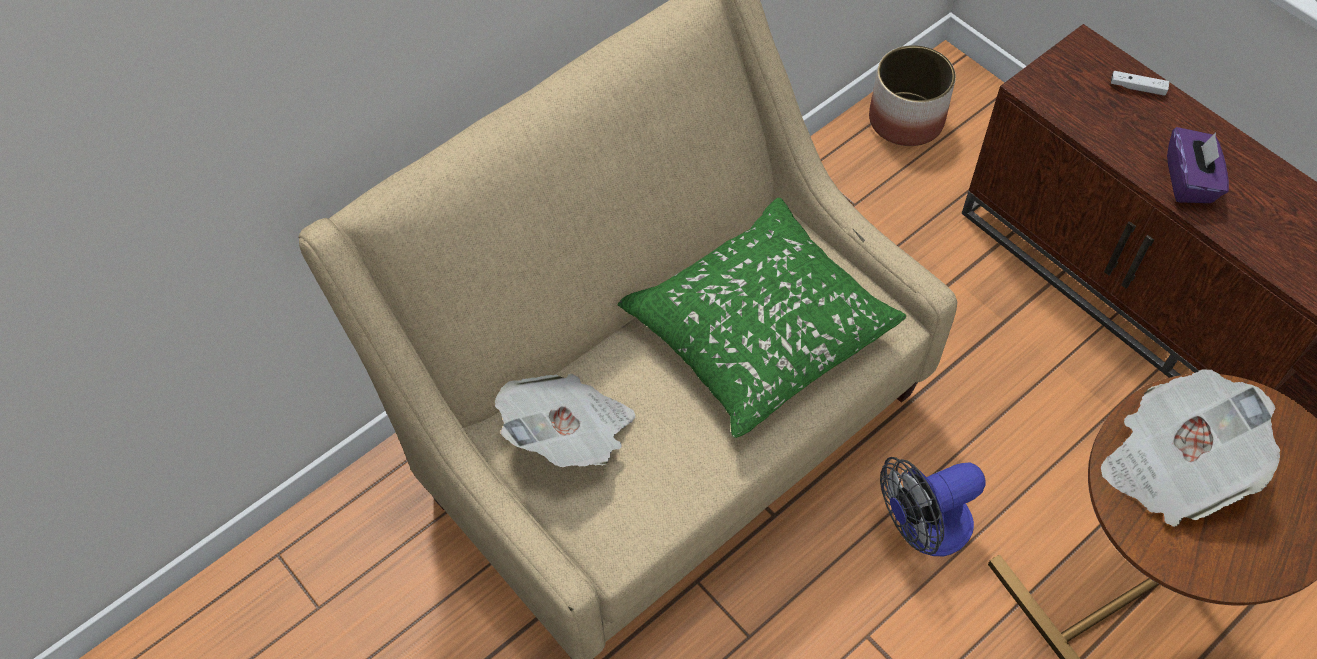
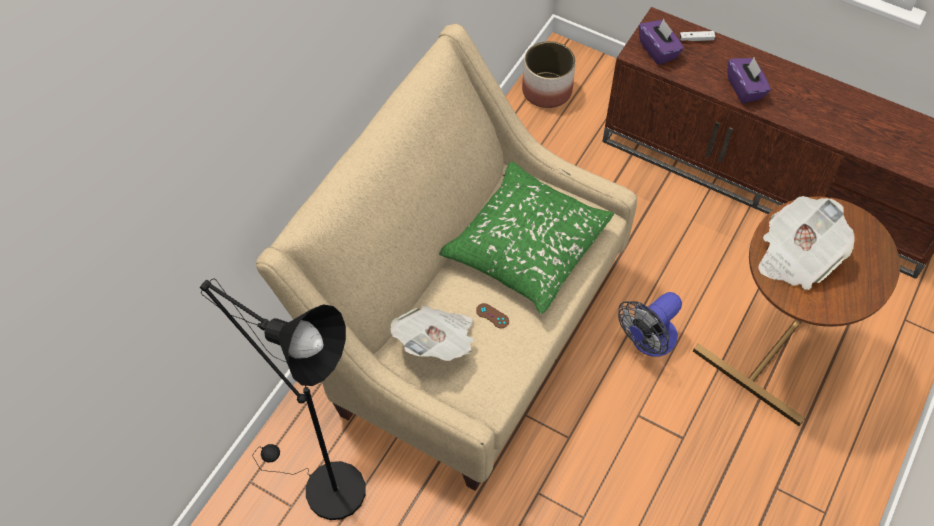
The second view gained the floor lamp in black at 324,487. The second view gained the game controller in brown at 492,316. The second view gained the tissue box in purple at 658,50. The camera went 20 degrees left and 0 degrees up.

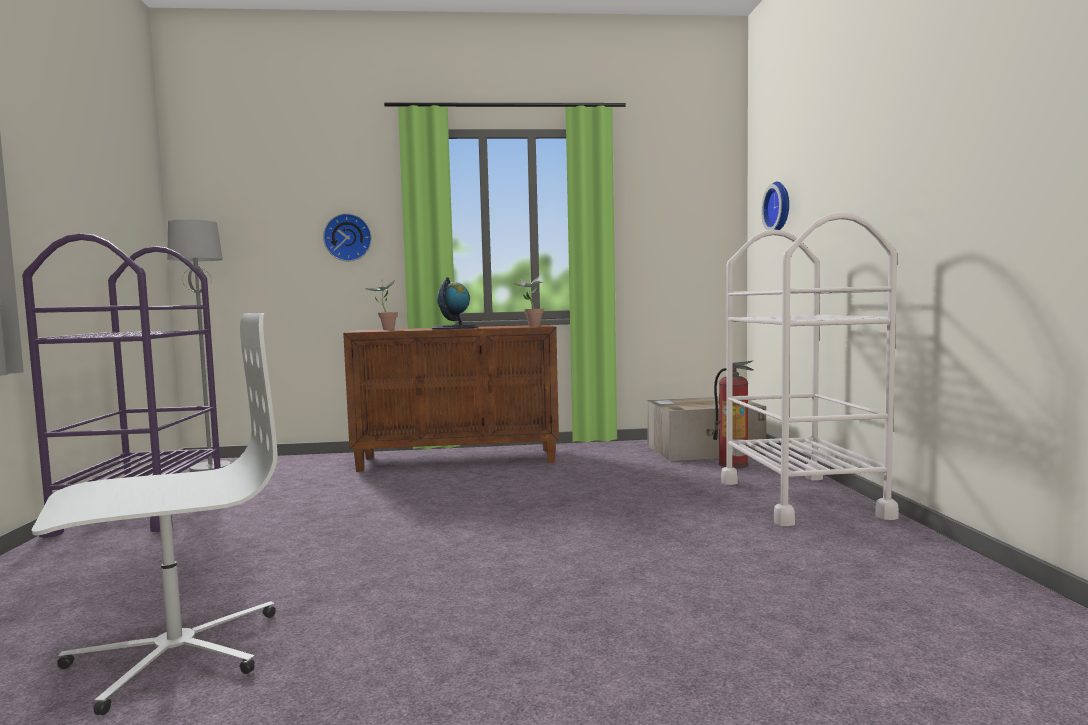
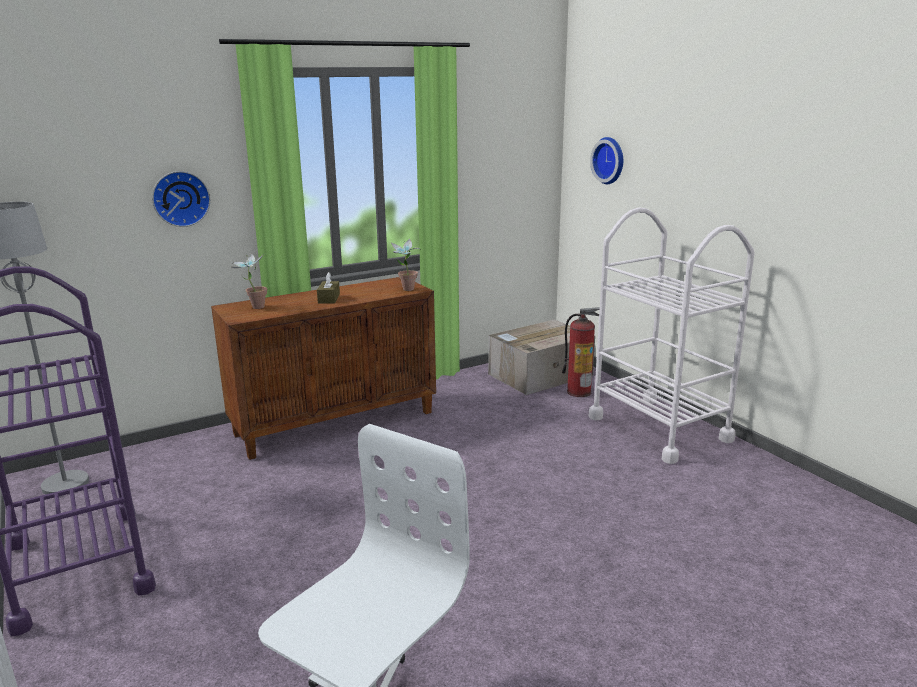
Where the globe stood at 454,328, the tissue box in brown came to stand at 329,298. The camera went 25 degrees left and 15 degrees up.

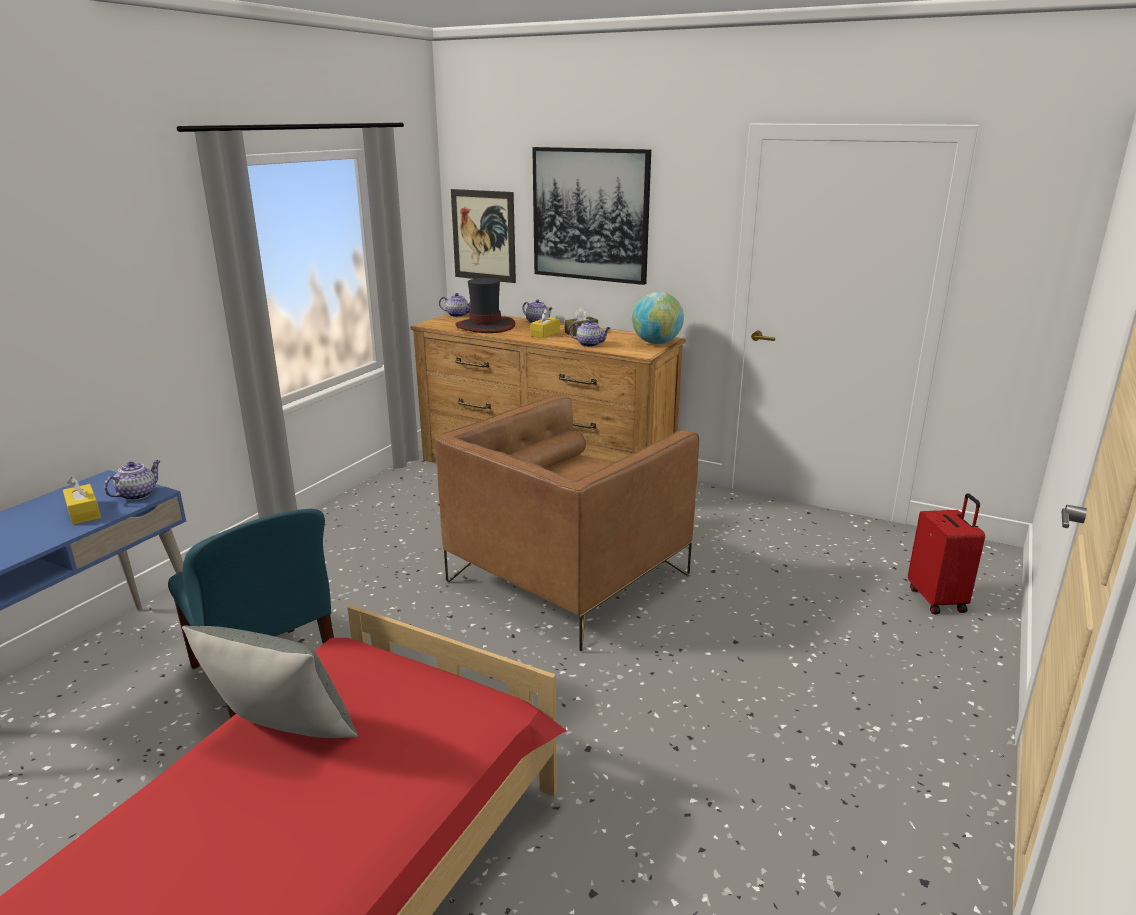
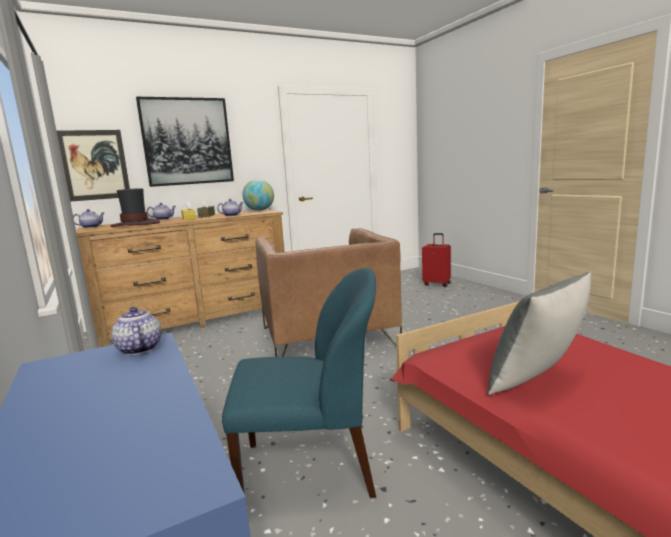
The second view lost the tissue box in yellow at 84,512. The camera went 55 degrees left and 10 degrees down.

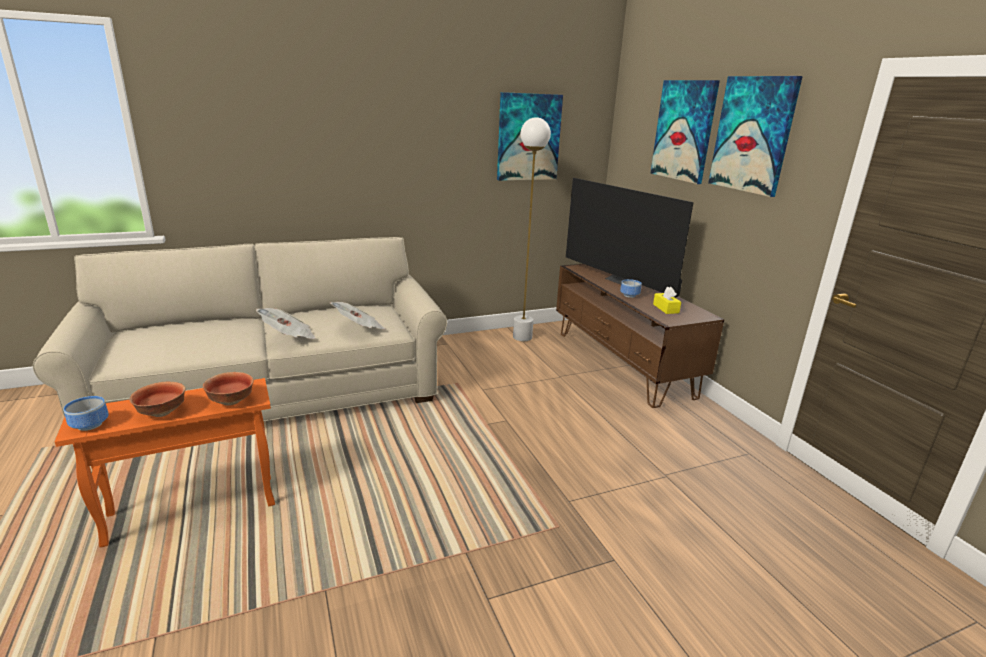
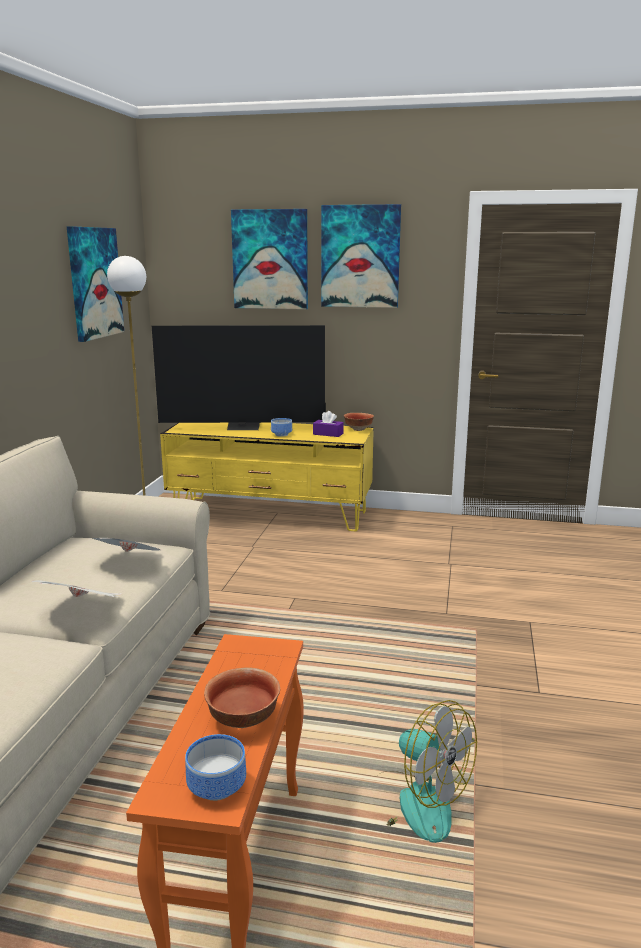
The bowl ended up elsewhere, having gone from 232,401 to 358,429. What was the tv stand in brown at 622,363 turned into the tv stand in yellow at 271,514. What was the tissue box in yellow at 665,308 turned into the tissue box in purple at 328,434. The second view gained the fan at 412,804. The camera went 55 degrees left and 5 degrees down.

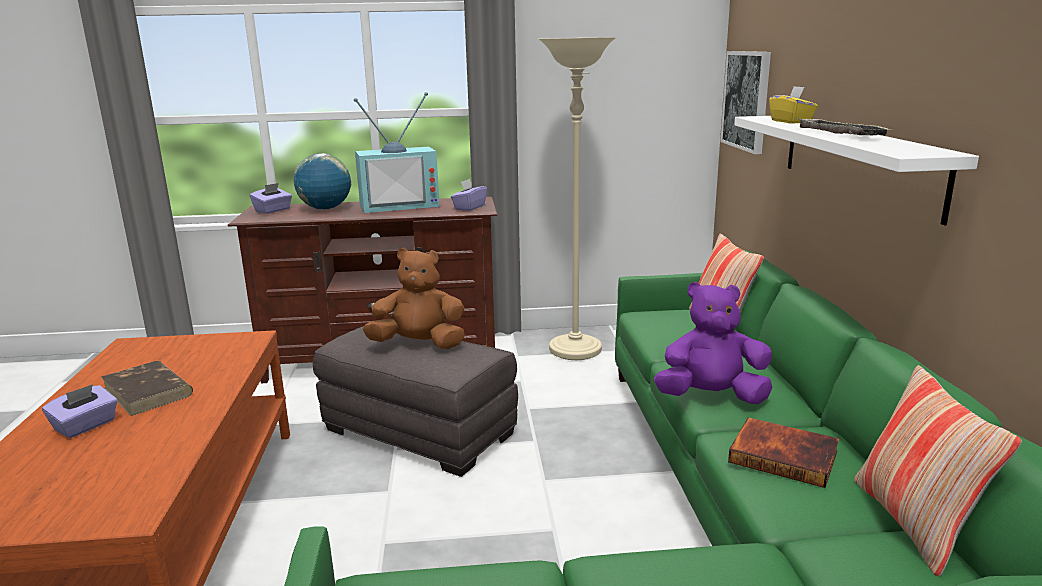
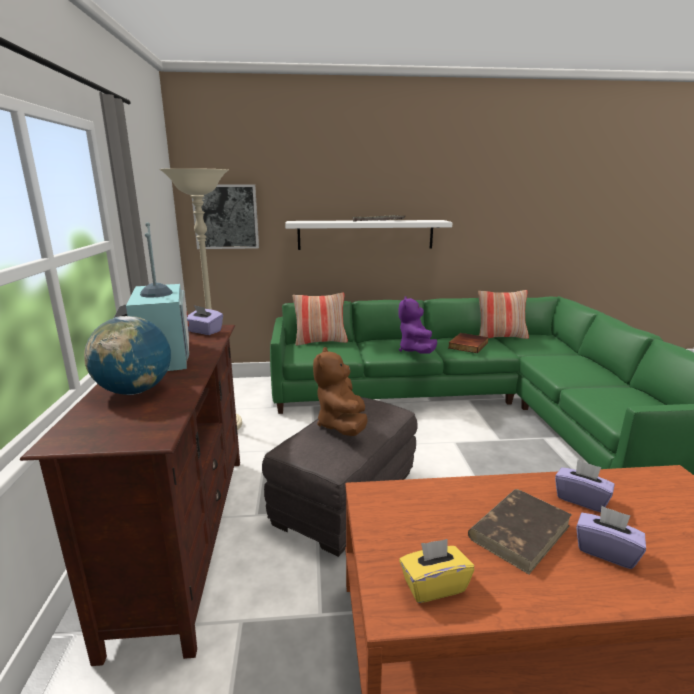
The tissue box in purple ended up elsewhere, having gone from 273,210 to 581,499. The tissue box in yellow ended up elsewhere, having gone from 791,121 to 433,585. The camera went 90 degrees left and 0 degrees up.

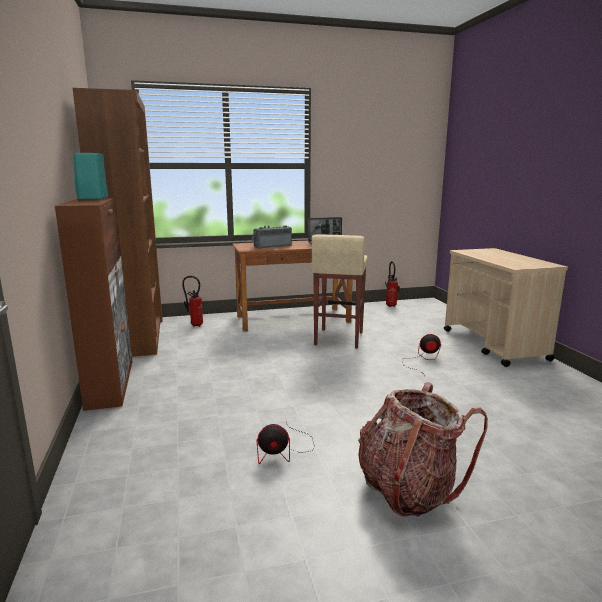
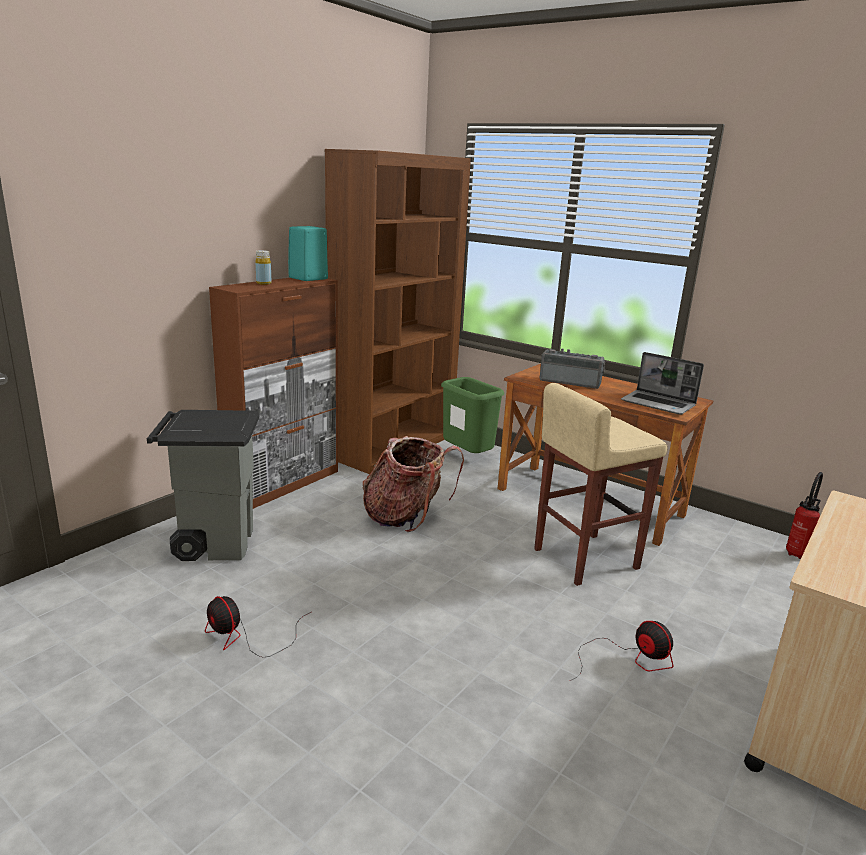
Where the fire extinguisher stood at 195,325, the trash can in green came to stand at 468,458. The backpack ended up elsewhere, having gone from 409,489 to 406,517. The second view gained the trash can in grey at 215,542. The second view gained the bottle in yellow at 263,283. The camera went 50 degrees right and 5 degrees up.

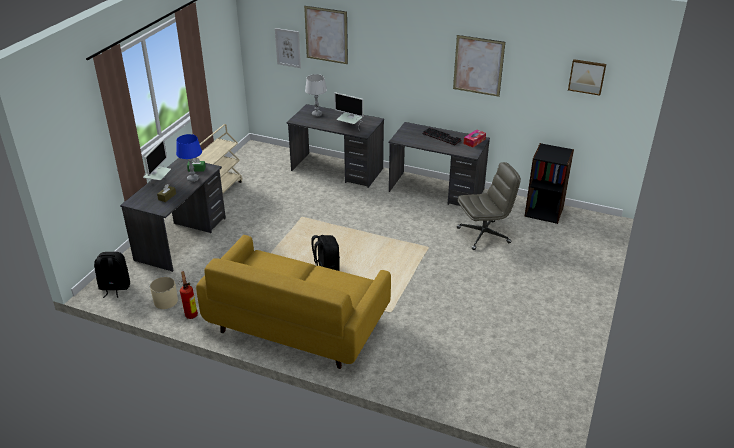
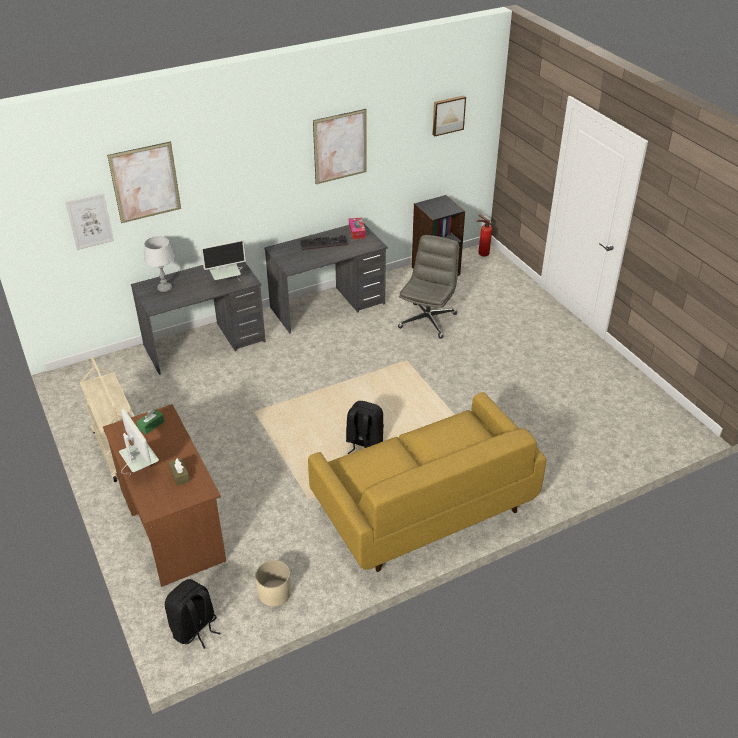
What was the desk in grey at 181,239 turned into the desk in brown at 172,524. The second view lost the table lamp in blue at 193,179. The fire extinguisher ended up elsewhere, having gone from 191,314 to 482,254. The camera went 50 degrees left and 5 degrees up.

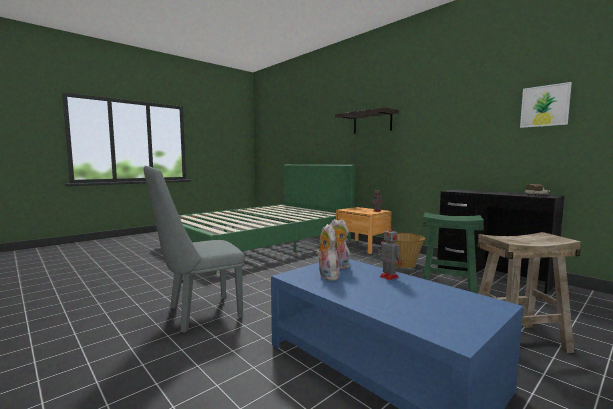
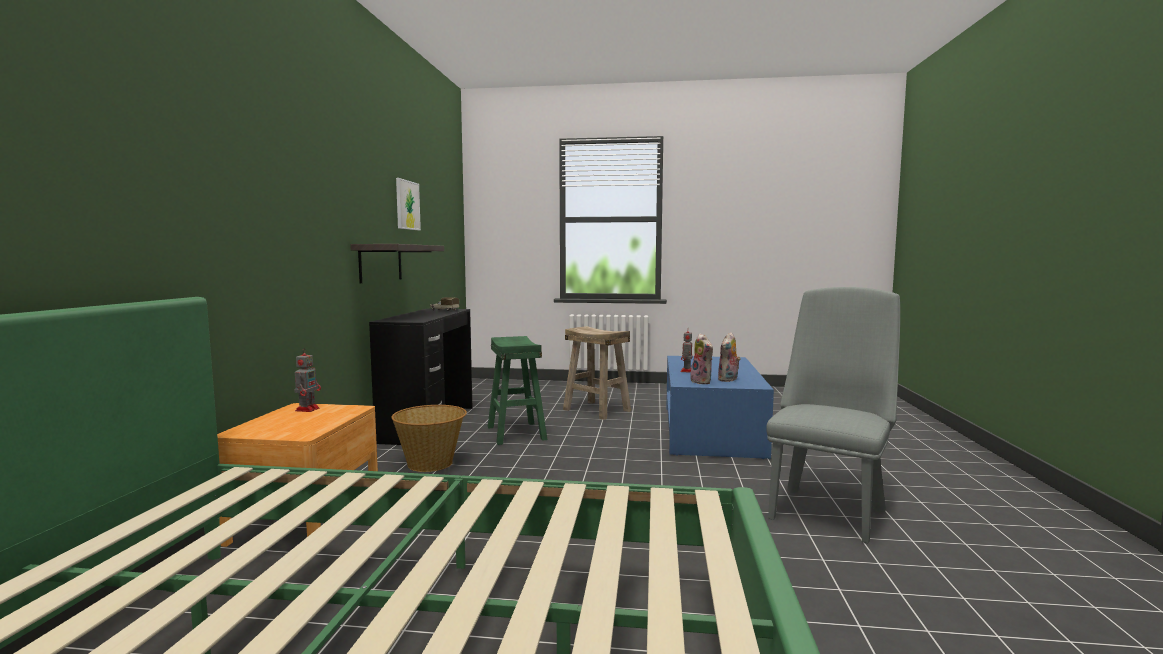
The chair in grey at 198,314 ended up facing another way, 75 degrees counterclockwise from before. The shelf ended up elsewhere, having gone from 372,122 to 380,263. The camera went 130 degrees left and 0 degrees up.

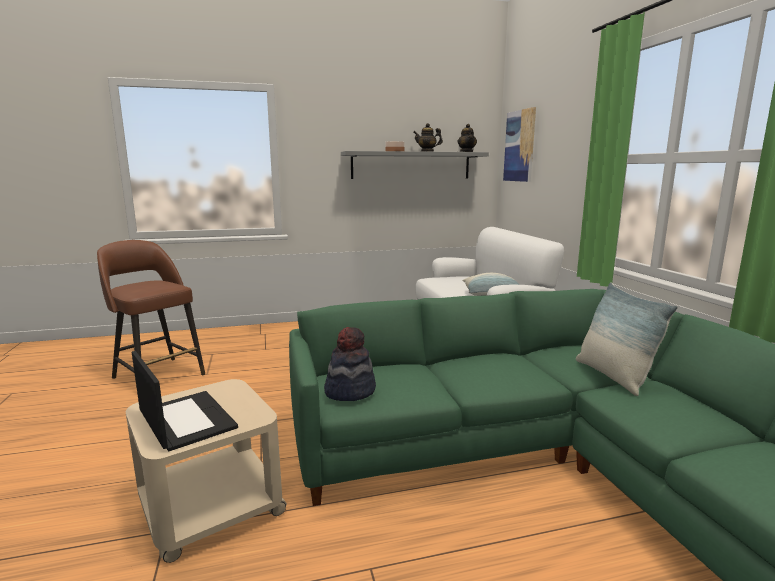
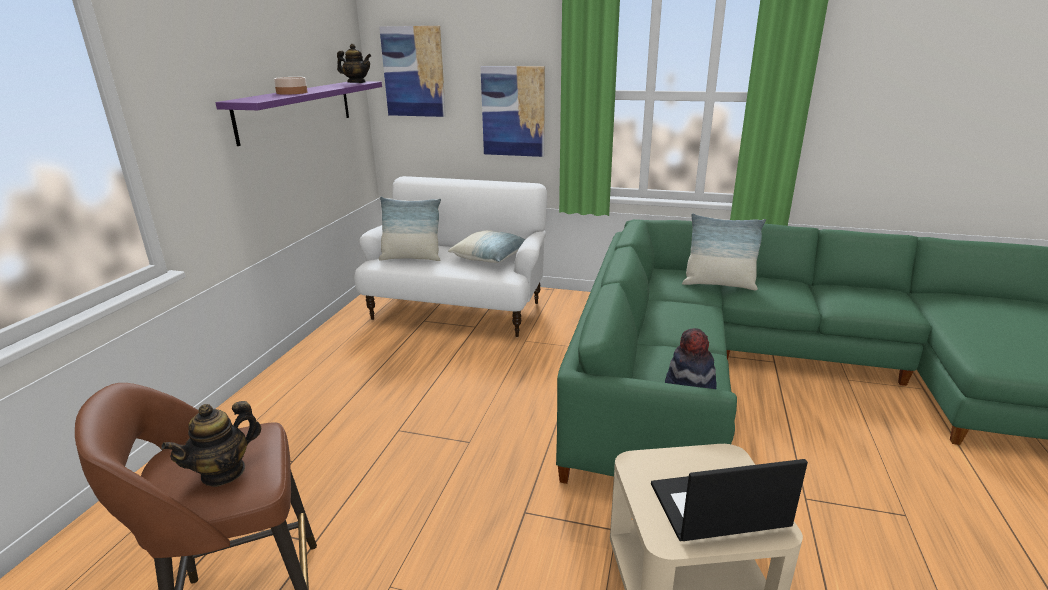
What was the shelf in grey at 411,165 turned into the shelf in purple at 296,110. The teapot ended up elsewhere, having gone from 427,151 to 223,472. The second view gained the pillow at 411,258. The second view gained the picture at 513,111. The camera went 60 degrees left and 10 degrees up.

